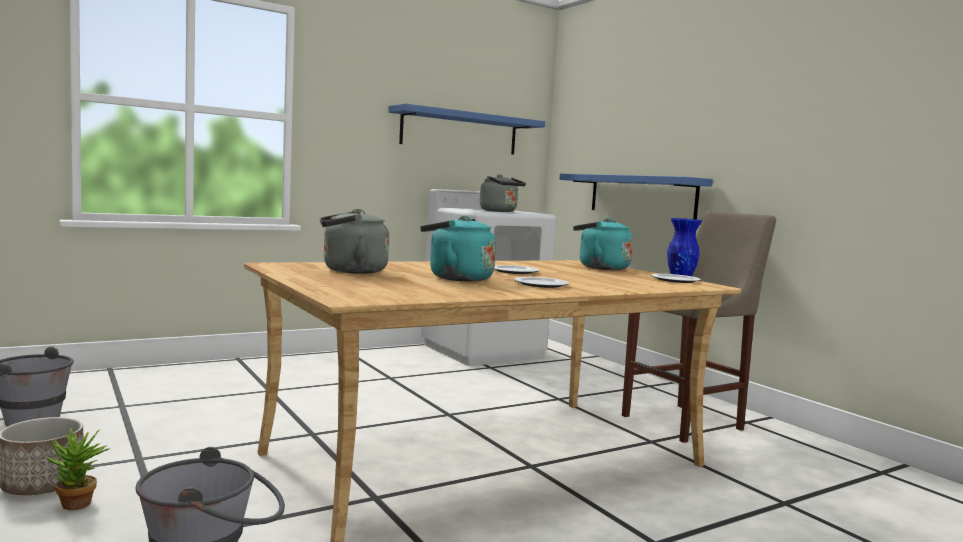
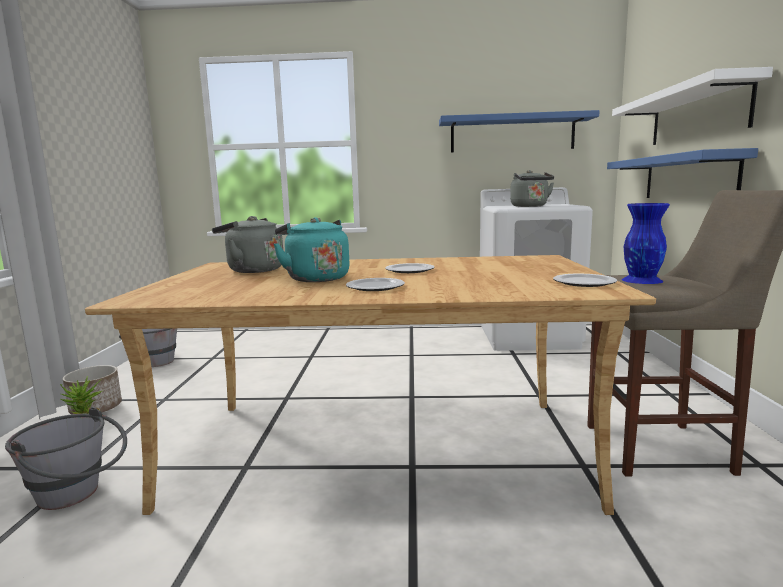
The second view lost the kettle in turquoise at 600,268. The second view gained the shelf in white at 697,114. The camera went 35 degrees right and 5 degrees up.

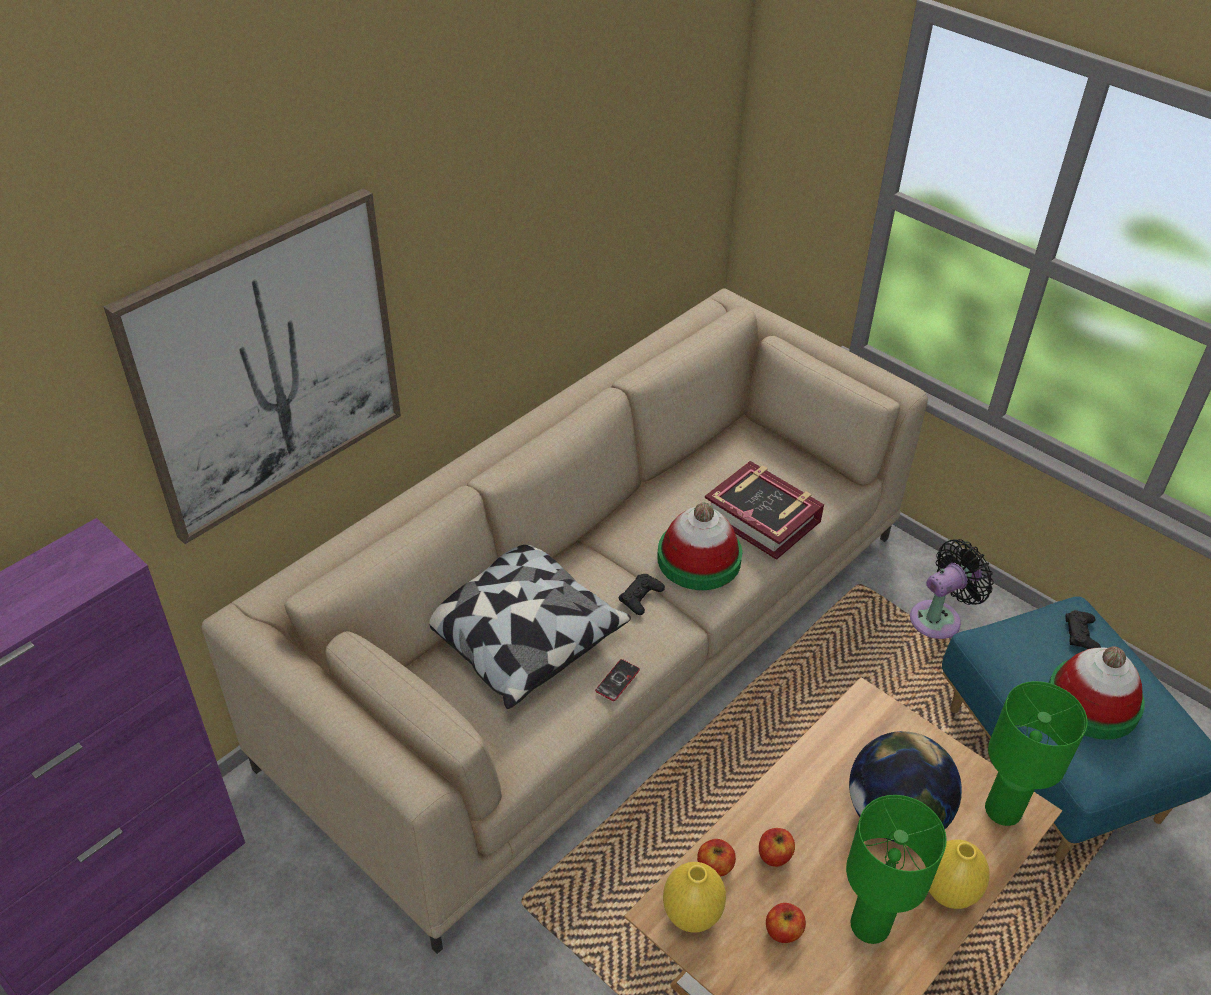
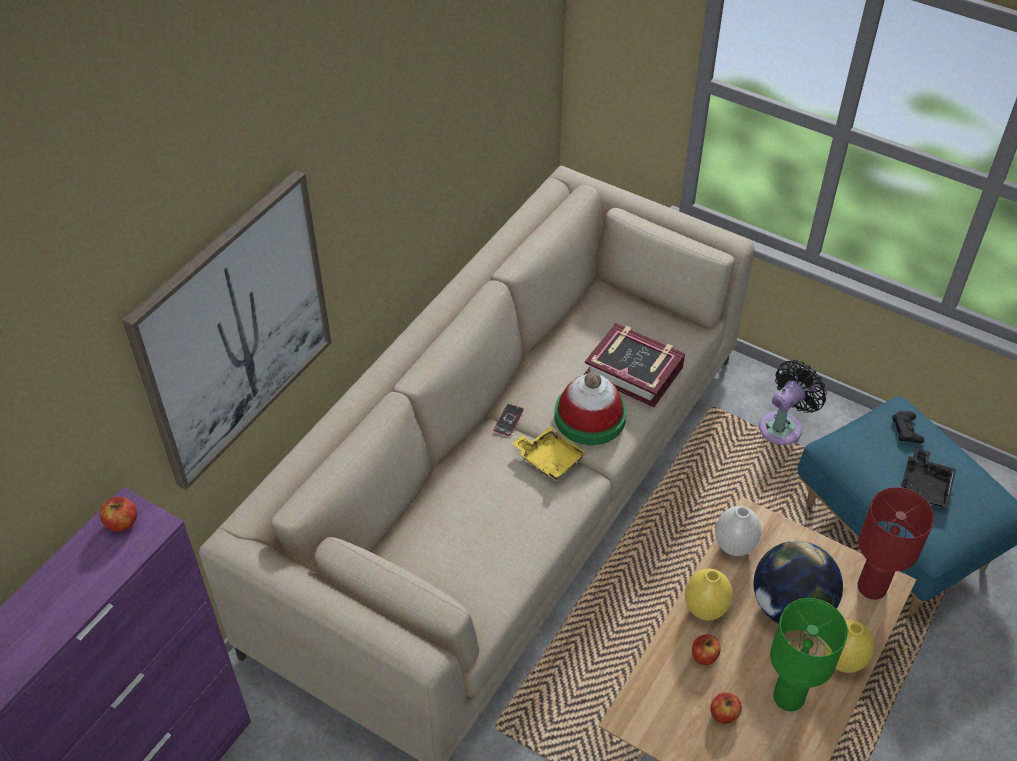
The second view lost the pillow at 518,636. The phone ended up elsewhere, having gone from 617,680 to 508,420. Where the game controller in black stood at 641,597, the tray in yellow came to stand at 550,459. The vase in yellow ended up elsewhere, having gone from 691,917 to 704,610. The apple ended up elsewhere, having gone from 715,866 to 122,522. What was the table lamp in green at 1002,809 turned into the table lamp in red at 871,587. Where the hat stood at 1092,701, the tray in black came to stand at 924,486. The second view gained the vase in white at 733,547. The camera went 10 degrees left and 5 degrees up.

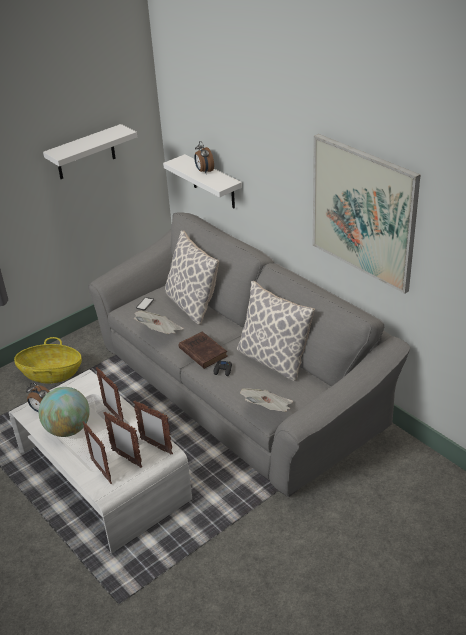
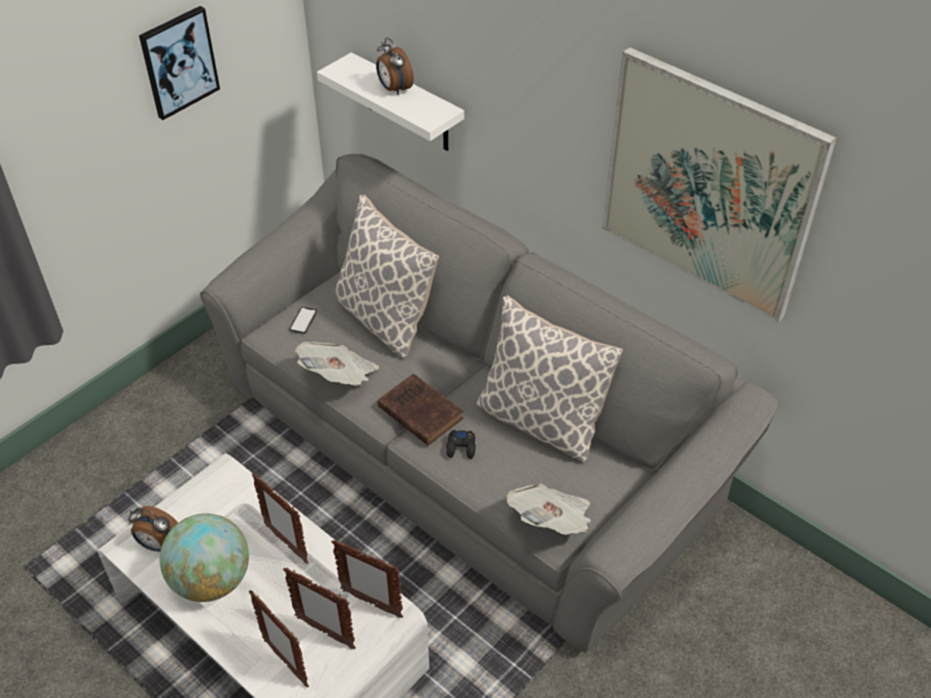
The second view lost the basket at 51,374. Where the shelf in white hung at 85,153, the picture came to hang at 179,62. The camera went 10 degrees left and 10 degrees up.

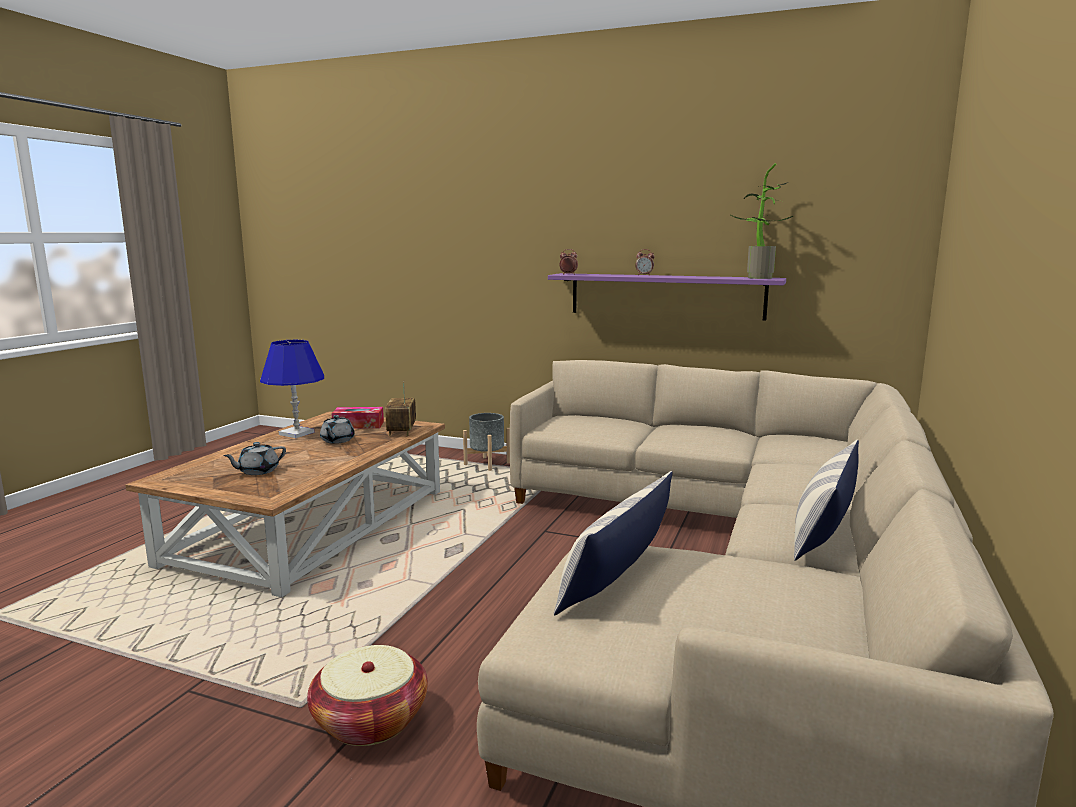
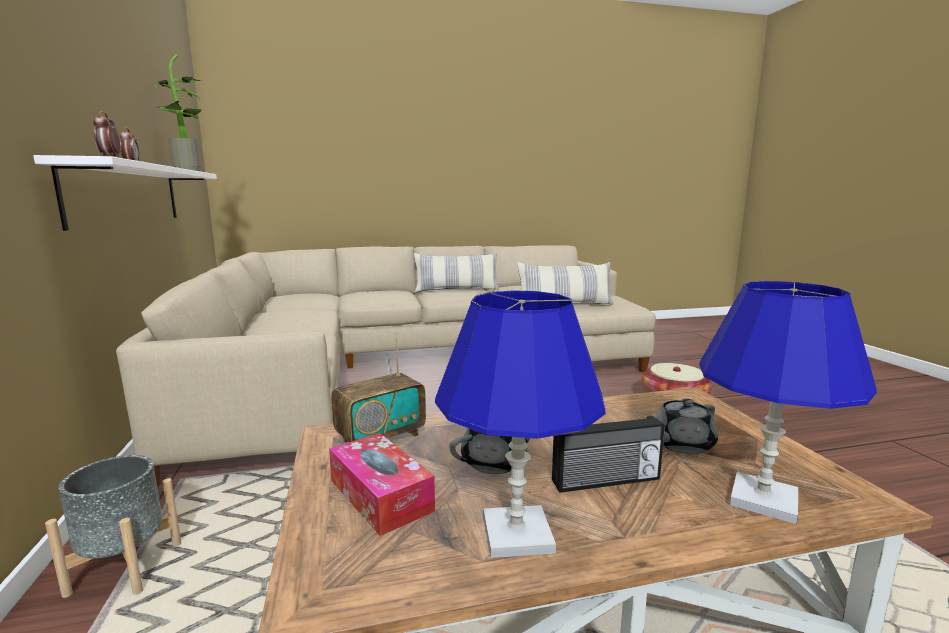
The teapot in grey at 258,471 ended up facing another way, 135 degrees clockwise from before. What was the shelf in purple at 665,296 turned into the shelf in white at 128,195. The second view gained the radio at 606,481. The second view gained the table lamp in blue at 762,499. The camera went 125 degrees left and 0 degrees up.

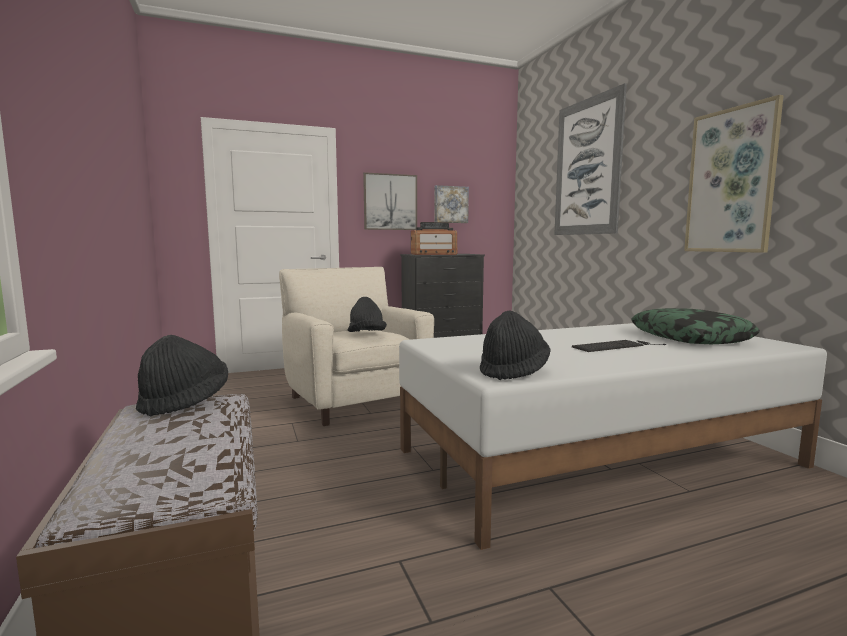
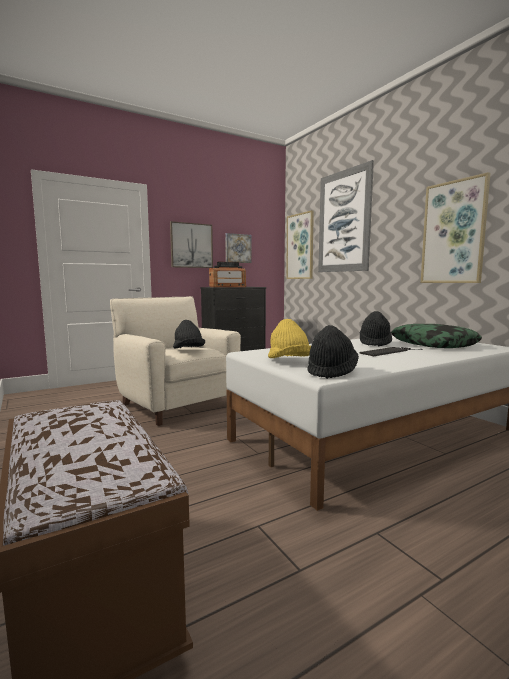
The hat in black ended up elsewhere, having gone from 185,402 to 375,343. The second view gained the hat in yellow at 289,361. The second view gained the picture at 300,246. The camera went 10 degrees left and 0 degrees up.

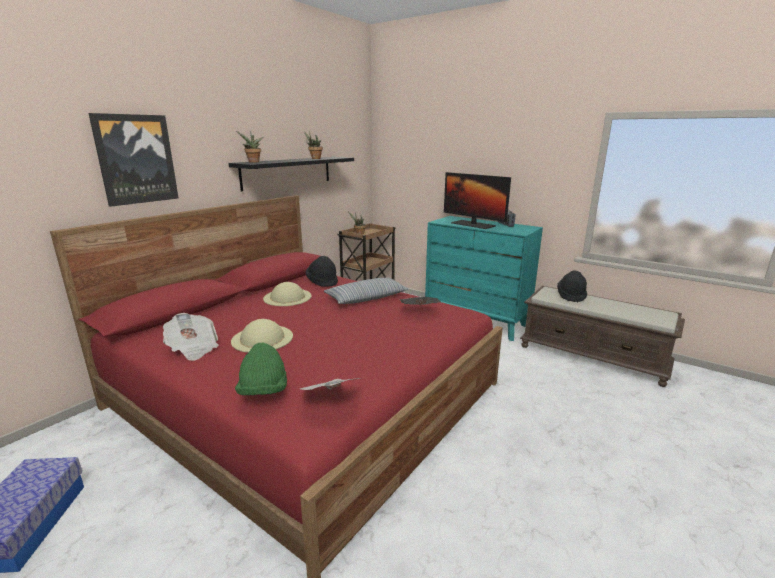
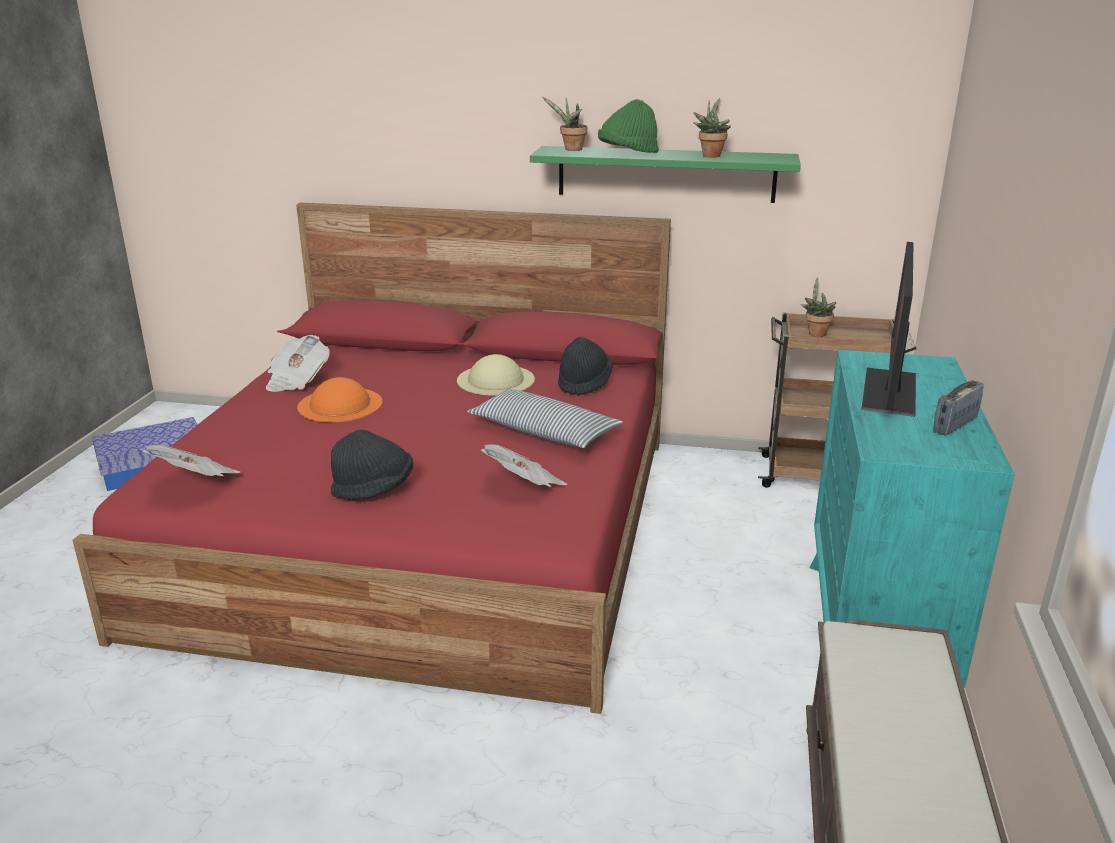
The second view lost the picture at 136,159. What was the shelf in black at 287,172 turned into the shelf in green at 666,174. What was the hat in beige at 262,338 turned into the hat in orange at 340,404. The hat in green ended up elsewhere, having gone from 263,392 to 628,154. The hat in black ended up elsewhere, having gone from 571,296 to 374,489. The camera went 65 degrees right and 5 degrees up.

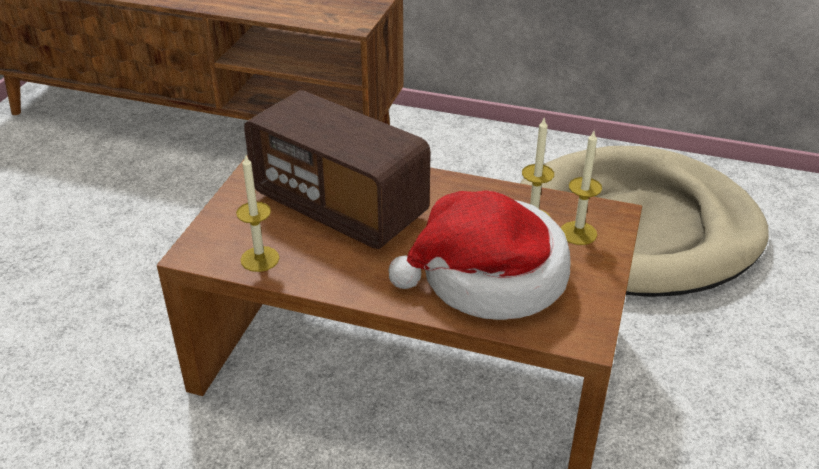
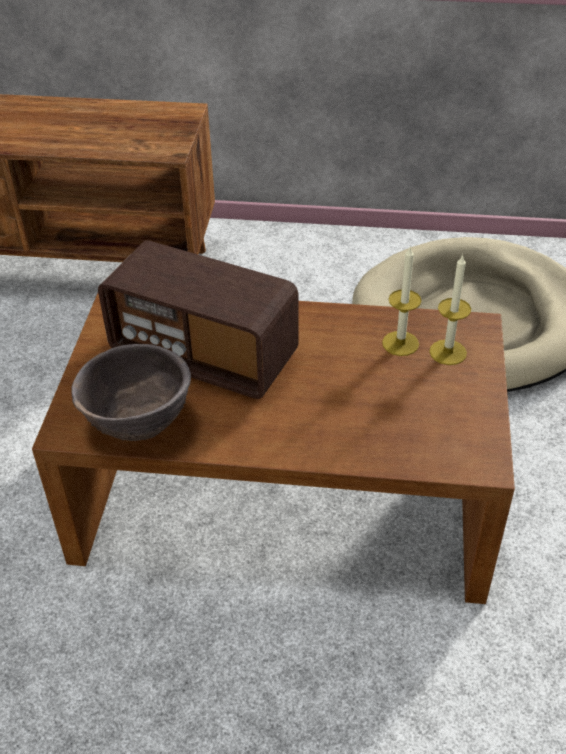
Where the candle stood at 260,259, the bowl in brown came to stand at 138,426. The second view lost the hat at 489,277. The camera went 10 degrees left and 5 degrees up.

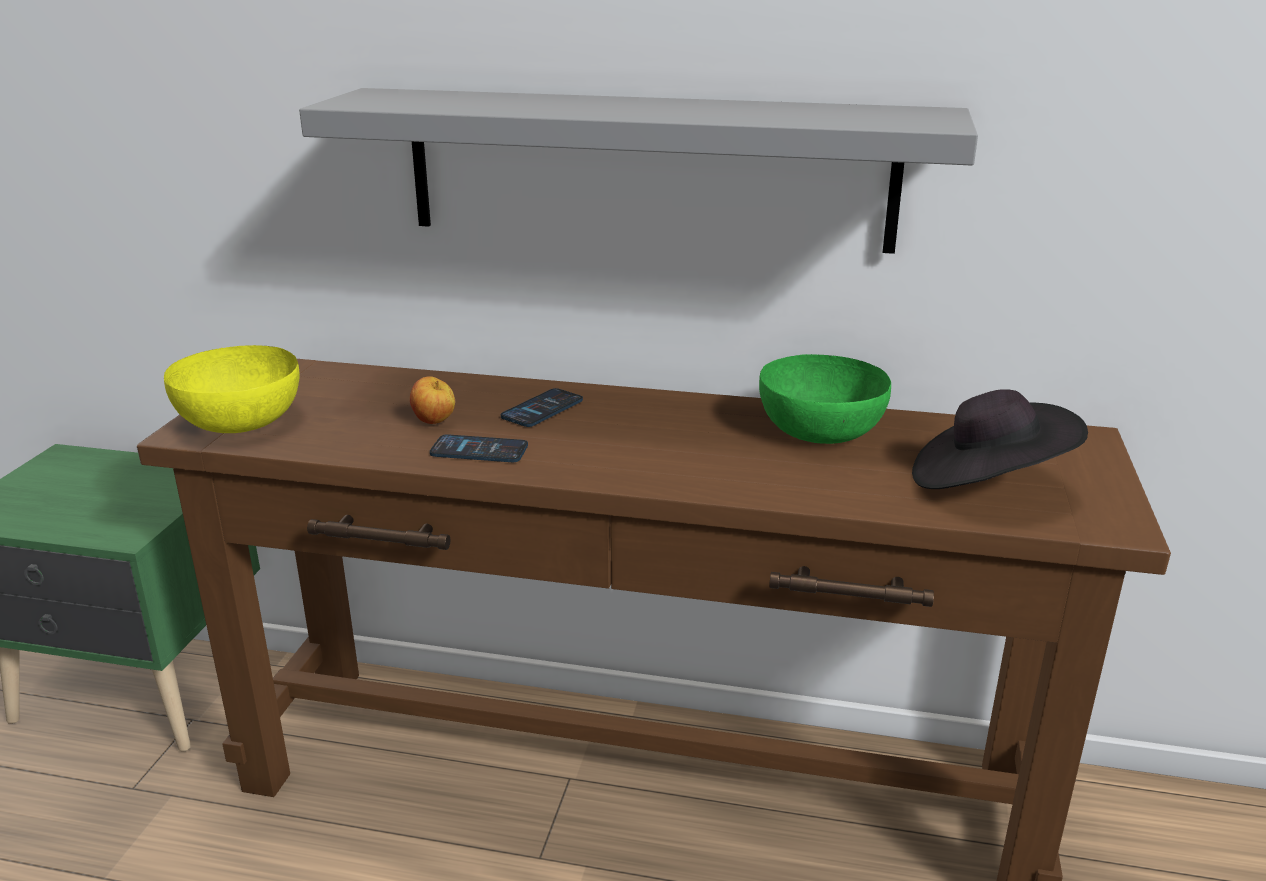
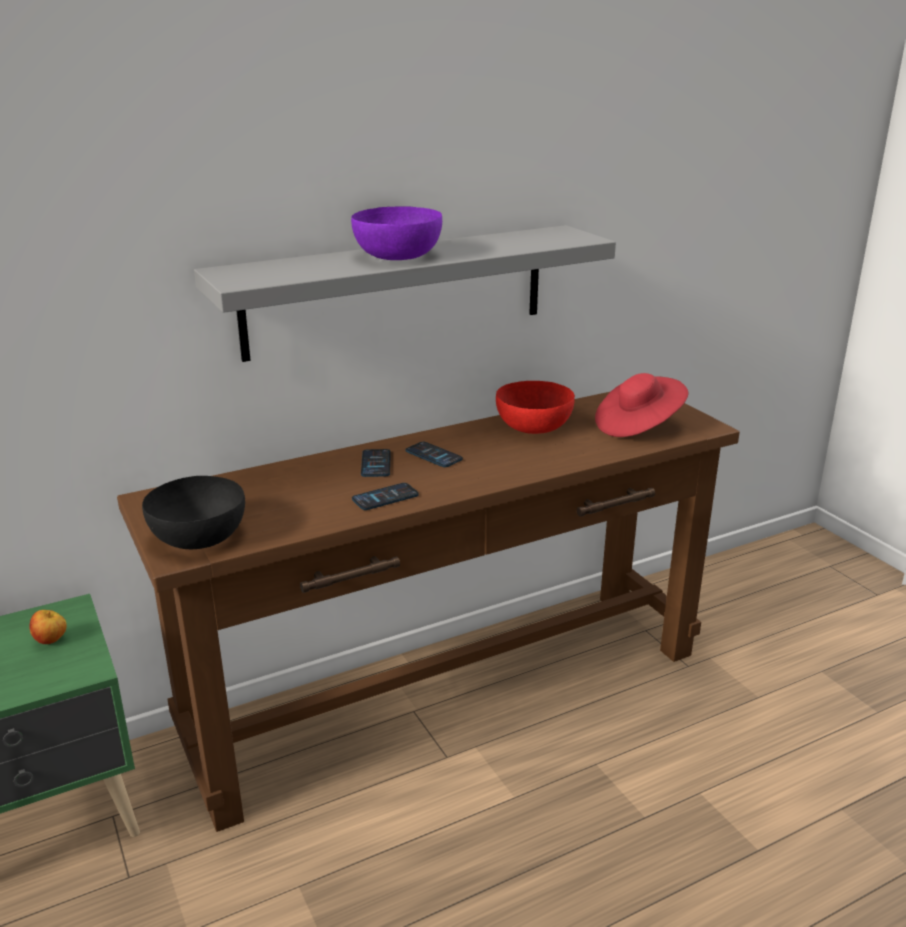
What was the bowl in yellow at 240,420 turned into the bowl in black at 197,536. The apple ended up elsewhere, having gone from 434,422 to 51,641. What was the bowl in green at 819,431 turned into the bowl in red at 533,427. What was the hat in black at 987,482 turned into the hat in red at 638,426. The second view gained the bowl in purple at 398,256. The second view gained the phone at 433,455. The camera went 40 degrees left and 0 degrees up.

